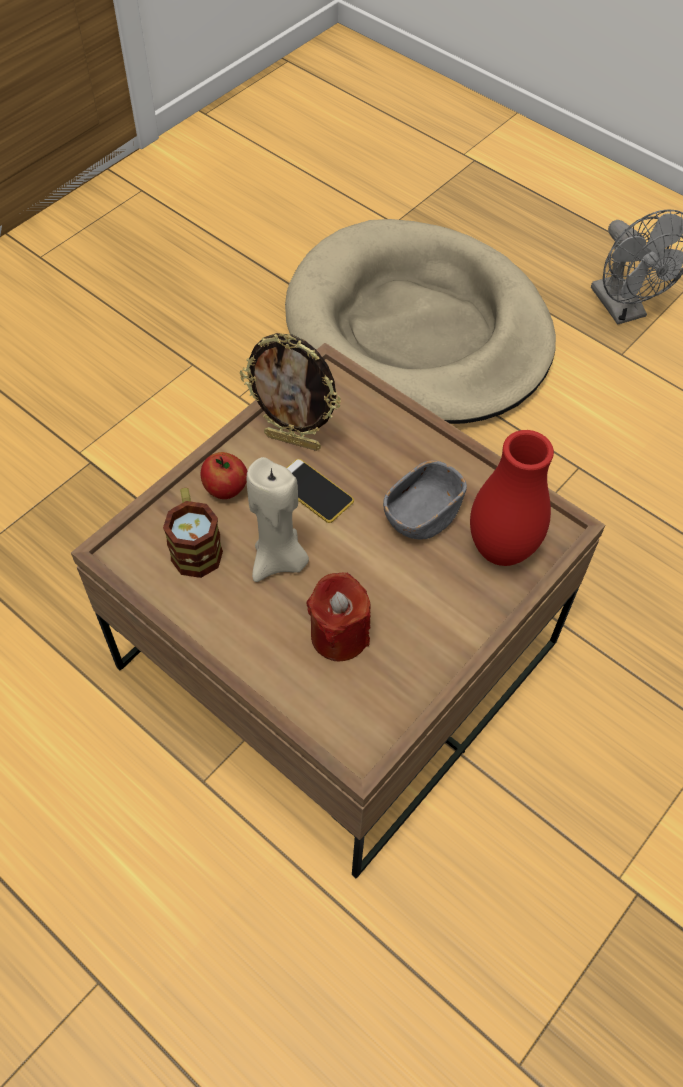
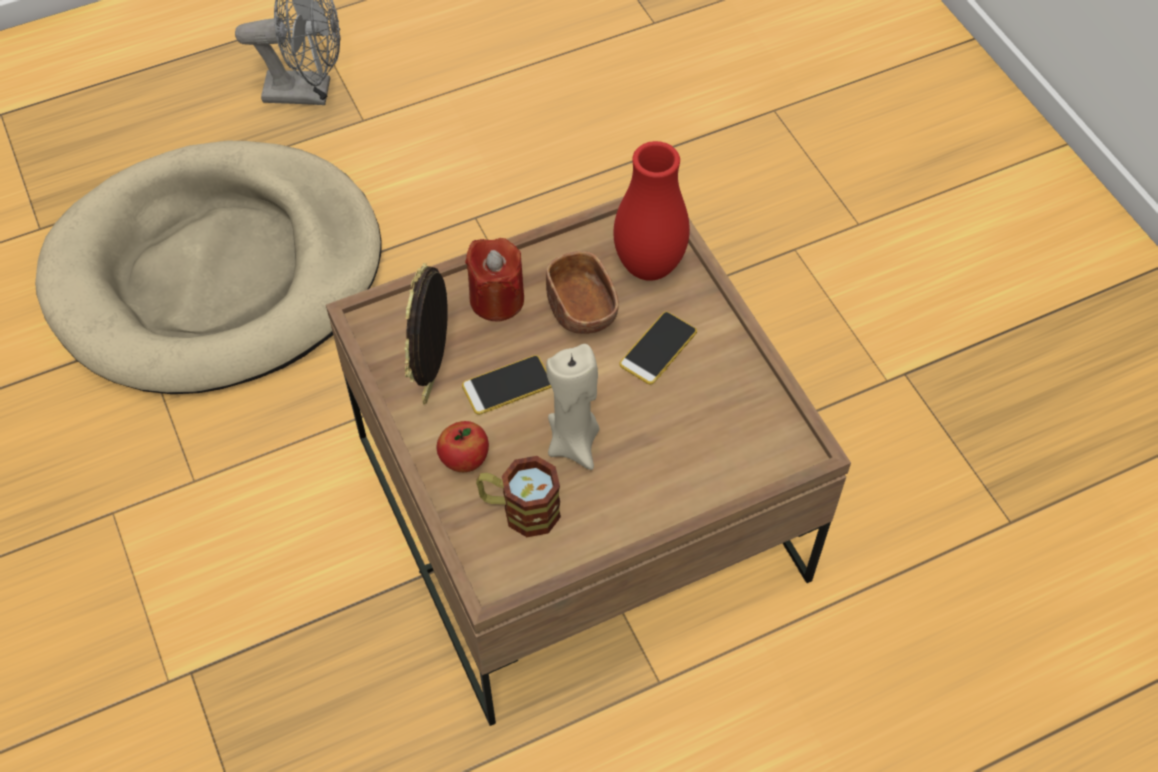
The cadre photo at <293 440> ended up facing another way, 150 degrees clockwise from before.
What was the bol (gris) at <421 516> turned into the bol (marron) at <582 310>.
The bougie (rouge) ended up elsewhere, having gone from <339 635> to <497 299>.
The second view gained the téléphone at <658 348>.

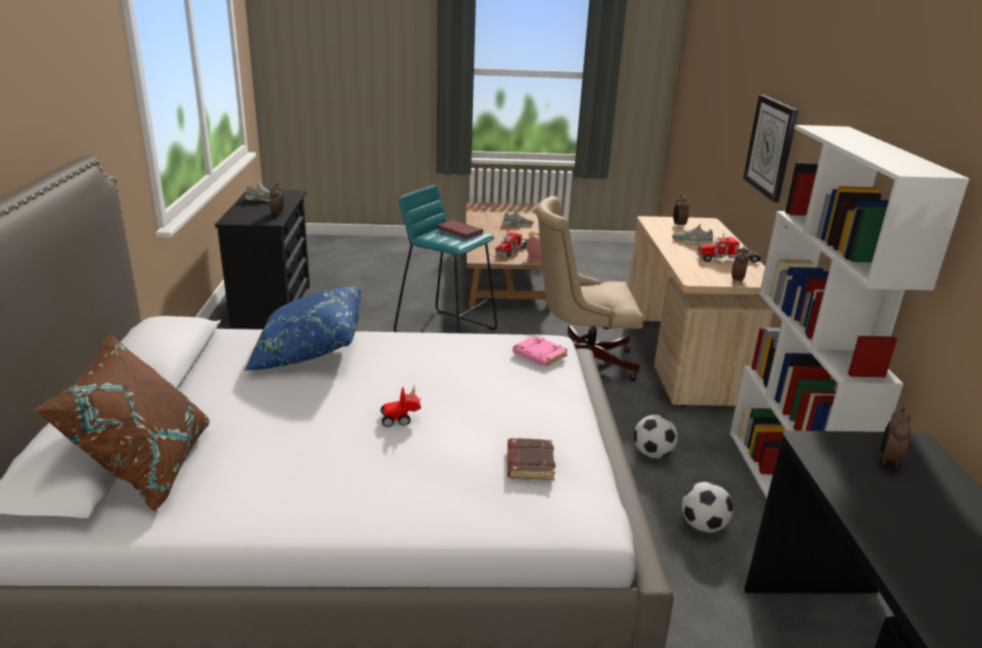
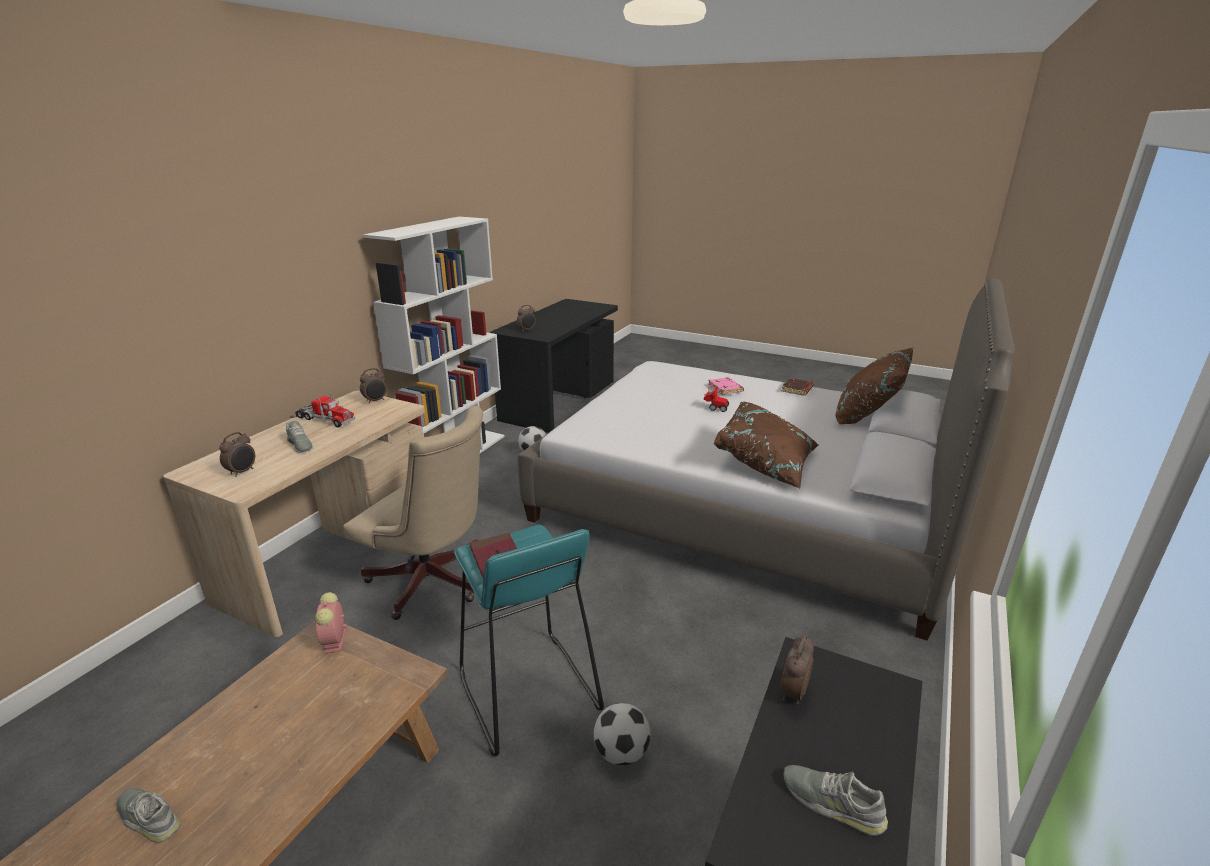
The second view lost the horloge murale at <771 147>.
The second view lost the camion jouet at <513 249>.
What was the coussin (bleu) at <308 351> turned into the coussin (marron) at <766 463>.
The livre (rose) ended up elsewhere, having gone from <538 355> to <726 389>.
The ballon de foot ended up elsewhere, having gone from <652 454> to <621 753>.
The livre (marron) ended up elsewhere, having gone from <529 463> to <797 389>.

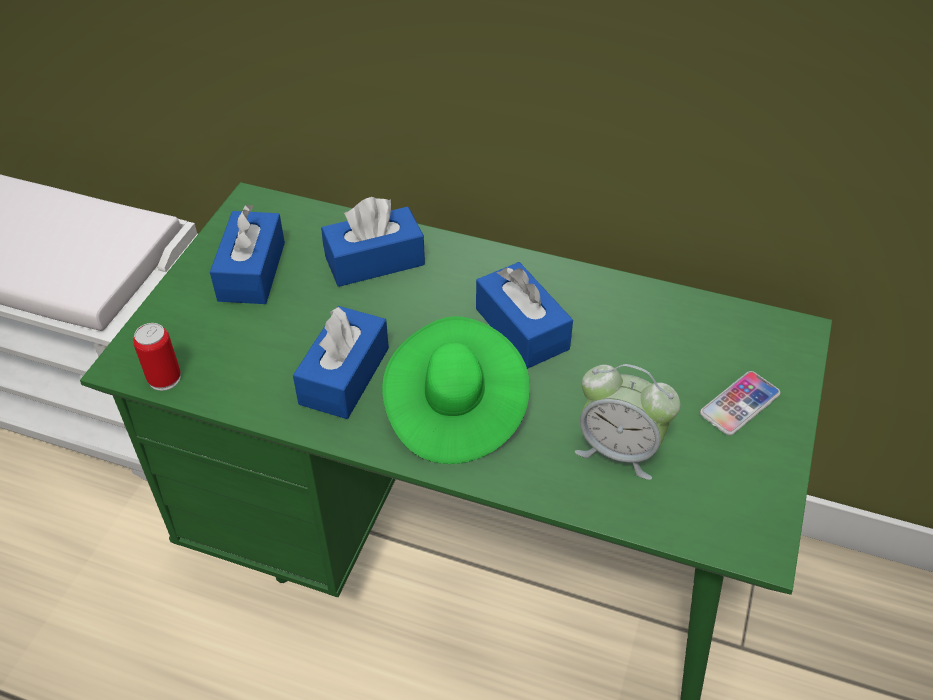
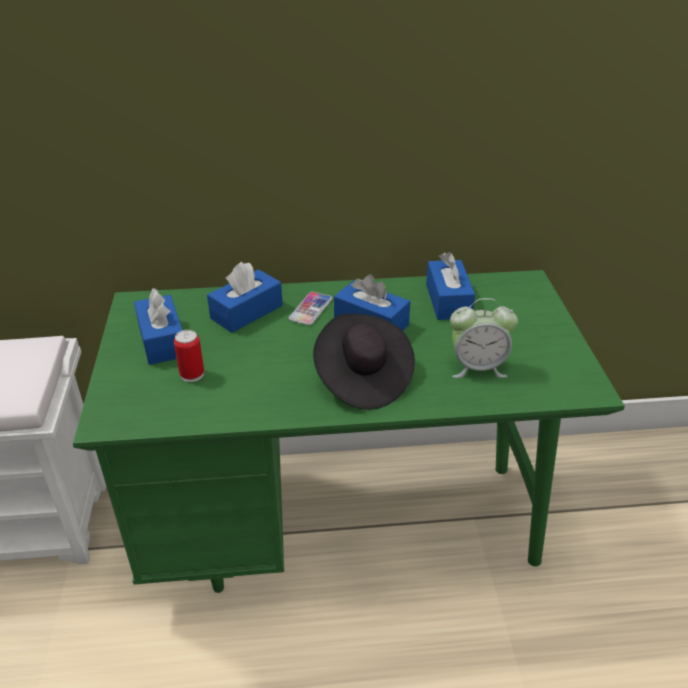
The boîte à mouchoirs (bleu) ended up elsewhere, having gone from <344 376> to <448 301>.
What was the chapeau (vert) at <454 412> turned into the chapeau (noir) at <362 379>.
The boîte métallique ended up elsewhere, having gone from <164 378> to <192 374>.
The téléphone ended up elsewhere, having gone from <739 404> to <310 309>.

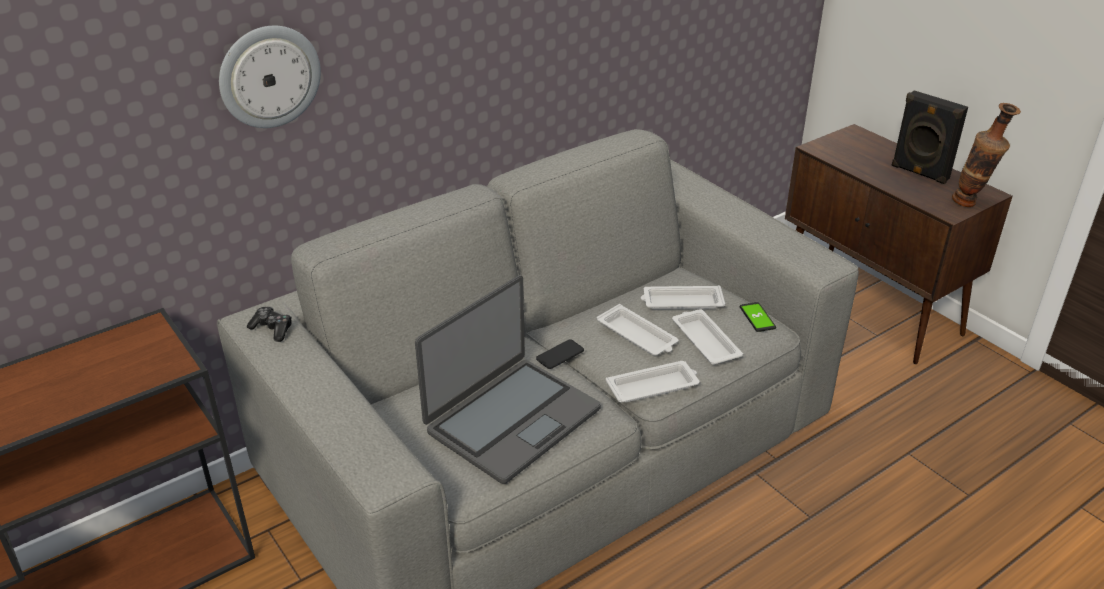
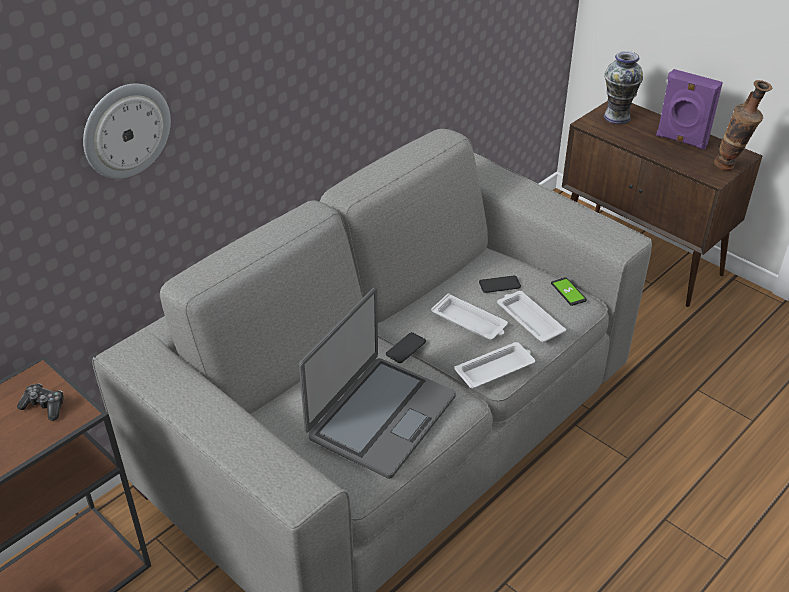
What was the enceinte (noir) at <919 173> turned into the enceinte (violet) at <681 141>.
Where the plateau (blanc) stood at <681 302>, the téléphone came to stand at <499 284>.
The manette ended up elsewhere, having gone from <272 329> to <44 406>.
The second view gained the vase at <617 117>.

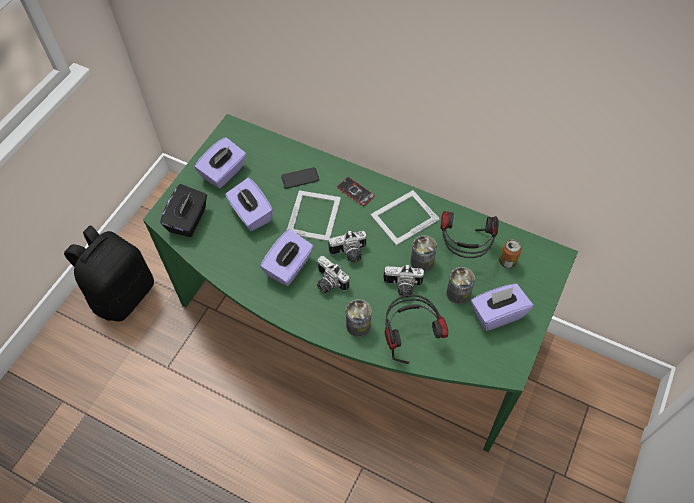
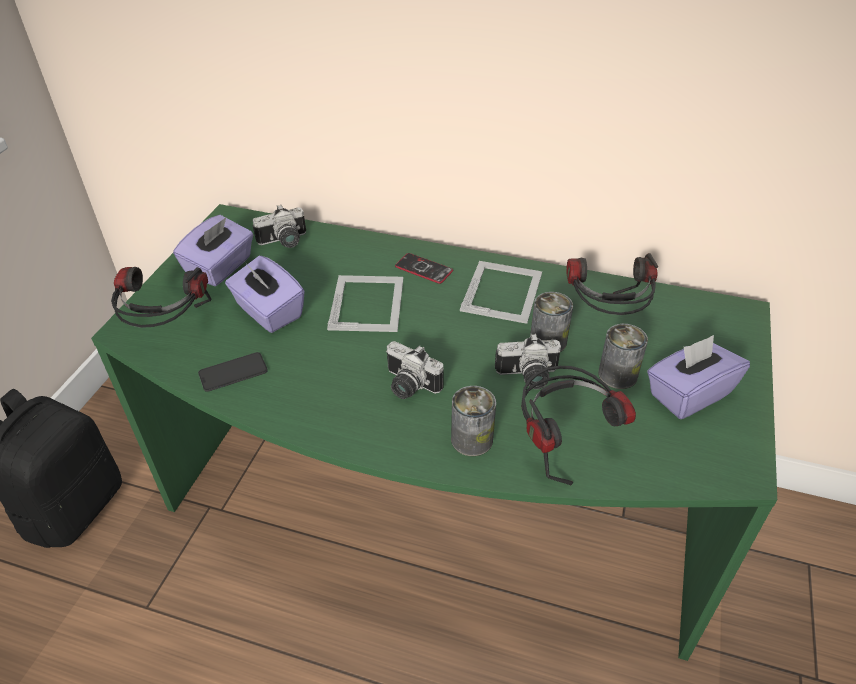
The téléphone ended up elsewhere, having gone from <300 178> to <233 372>.
Where the boîte à mouchoirs (noir) stood at <188 220>, the casque audio came to stand at <167 330>.
The cadre photo at <403 217> ended up facing another way, 150 degrees clockwise from before.
The second view lost the boîte à mouchoirs (violet) at <289 267>.
The appareil photo ended up elsewhere, having gone from <349 254> to <284 242>.
The second view lost the boîte métallique at <507 261>.

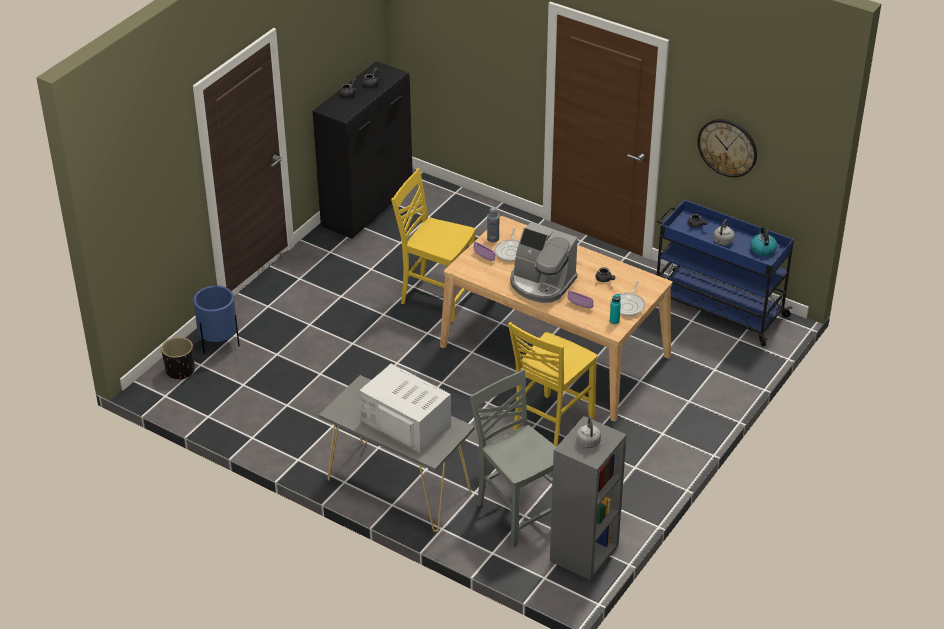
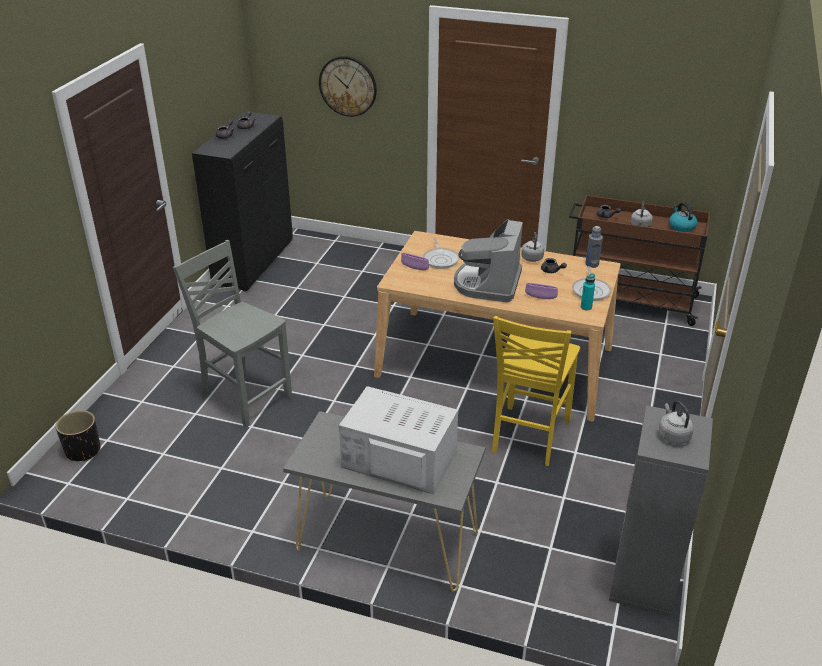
The horloge murale ended up elsewhere, having gone from <727 147> to <348 86>.
The second view lost the chaise (jaune) at <436 297>.
What was the chariot (bleu) at <716 308> turned into the chariot (marron) at <628 300>.
The bouteille (gris) ended up elsewhere, having gone from <493 239> to <592 264>.
The machine à café at <541 283> ended up facing another way, 90 degrees clockwise from before.
The second view lost the cache-pot (bleu) at <219 343>.
The chaise (gris) ended up elsewhere, having gone from <517 512> to <245 396>.
The second view gained the bouilloire (gris) at <532 257>.

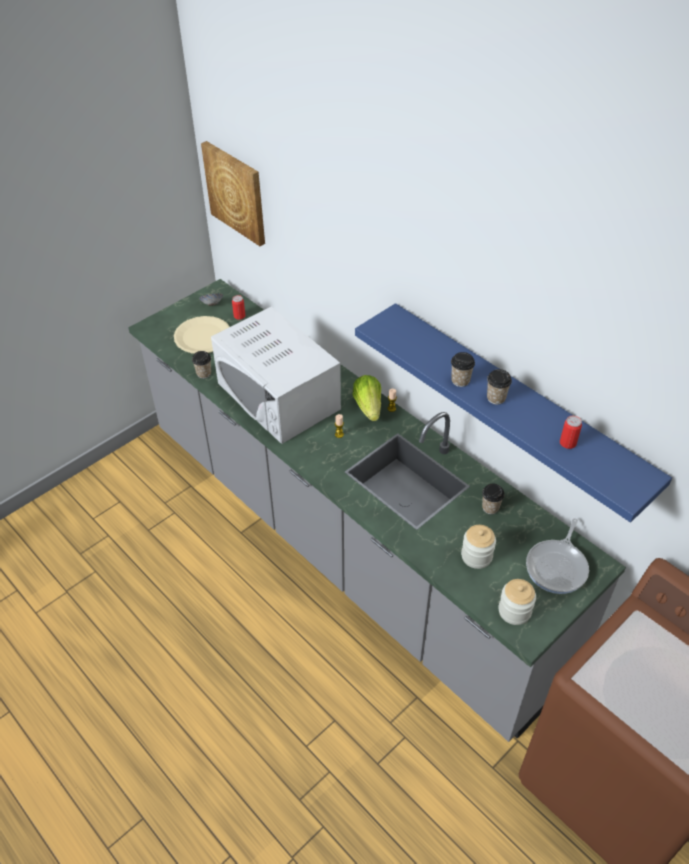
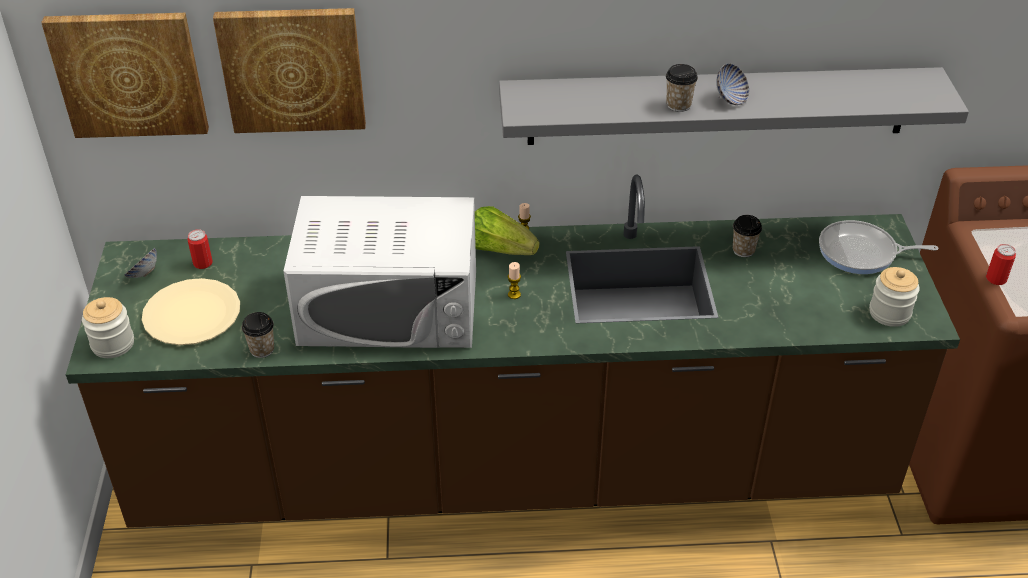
What was the comptoir de cuisine (gris) at <345 544> turned into the comptoir de cuisine (marron) at <514 471>.
What was the étagère (bleu) at <515 402> turned into the étagère (gris) at <718 106>.
Where the tasse stood at <496 398>, the bol came to stand at <730 98>.
The boîte métallique ended up elsewhere, having gone from <568 443> to <996 279>.
The poêle at <557 566> ended up facing another way, 120 degrees clockwise from before.
The bocal ended up elsewhere, having gone from <476 556> to <113 344>.
The second view gained the tableau at <292 69>.

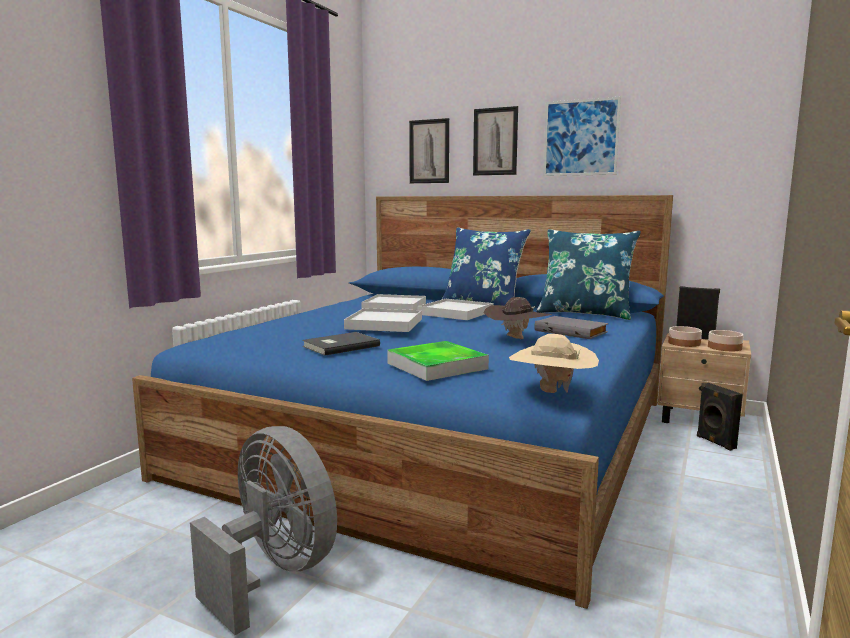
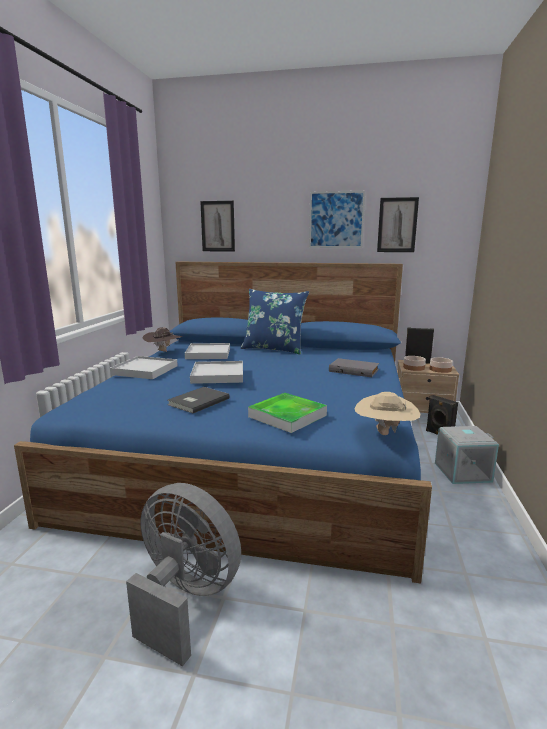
The tableau ended up elsewhere, having gone from <495 141> to <397 225>.
The second view lost the coussin (bleu) at <585 313>.
The chapeau (marron) ended up elsewhere, having gone from <516 340> to <163 352>.
The plateau (blanc) ended up elsewhere, having gone from <455 313> to <145 370>.
The second view gained the boîte de rangement (gris) at <462 471>.

